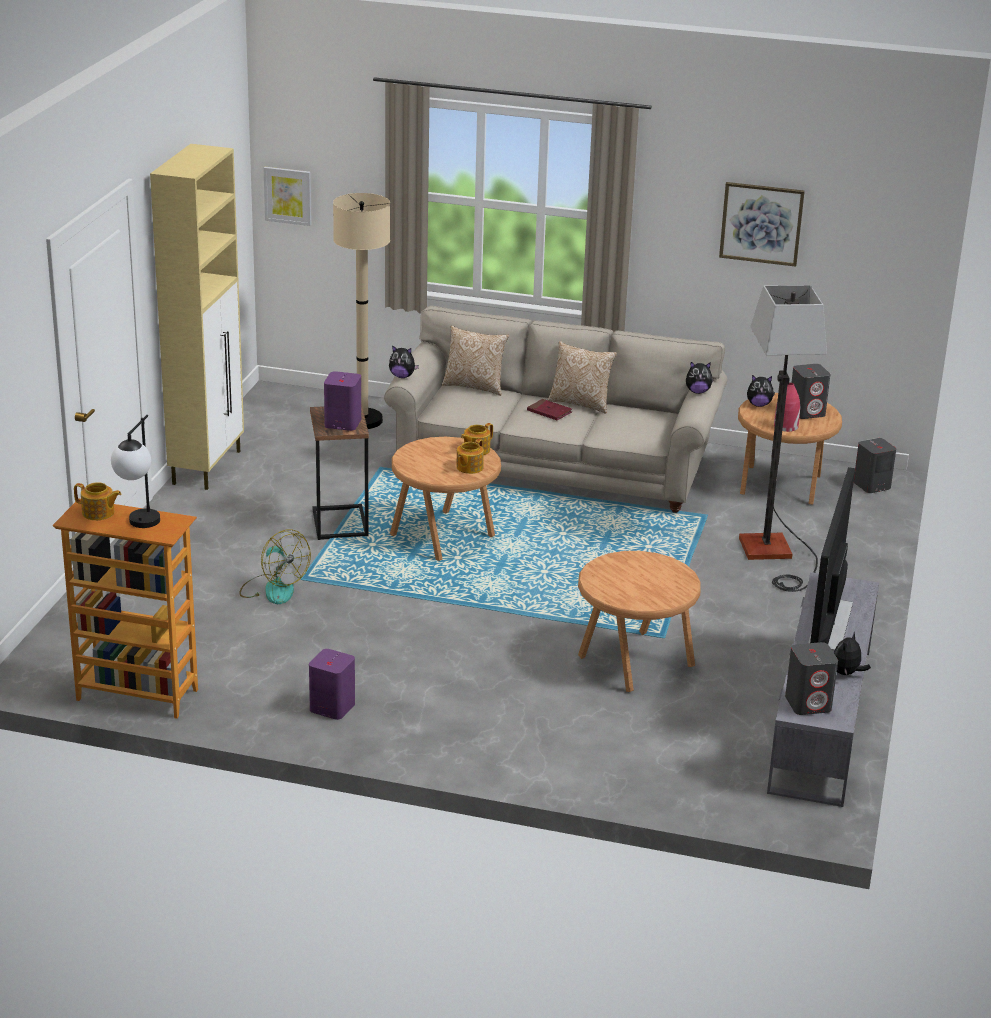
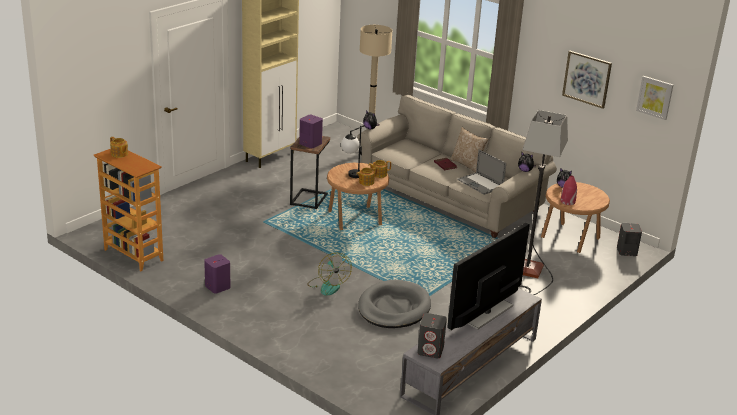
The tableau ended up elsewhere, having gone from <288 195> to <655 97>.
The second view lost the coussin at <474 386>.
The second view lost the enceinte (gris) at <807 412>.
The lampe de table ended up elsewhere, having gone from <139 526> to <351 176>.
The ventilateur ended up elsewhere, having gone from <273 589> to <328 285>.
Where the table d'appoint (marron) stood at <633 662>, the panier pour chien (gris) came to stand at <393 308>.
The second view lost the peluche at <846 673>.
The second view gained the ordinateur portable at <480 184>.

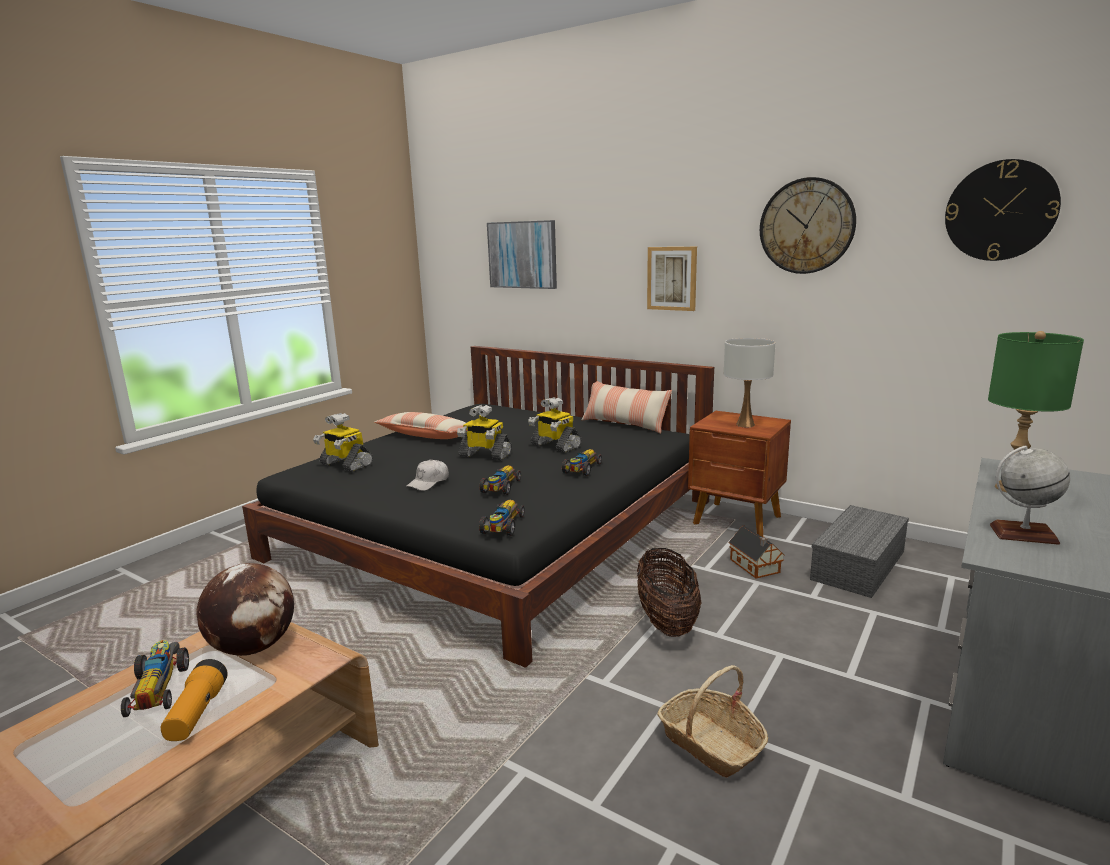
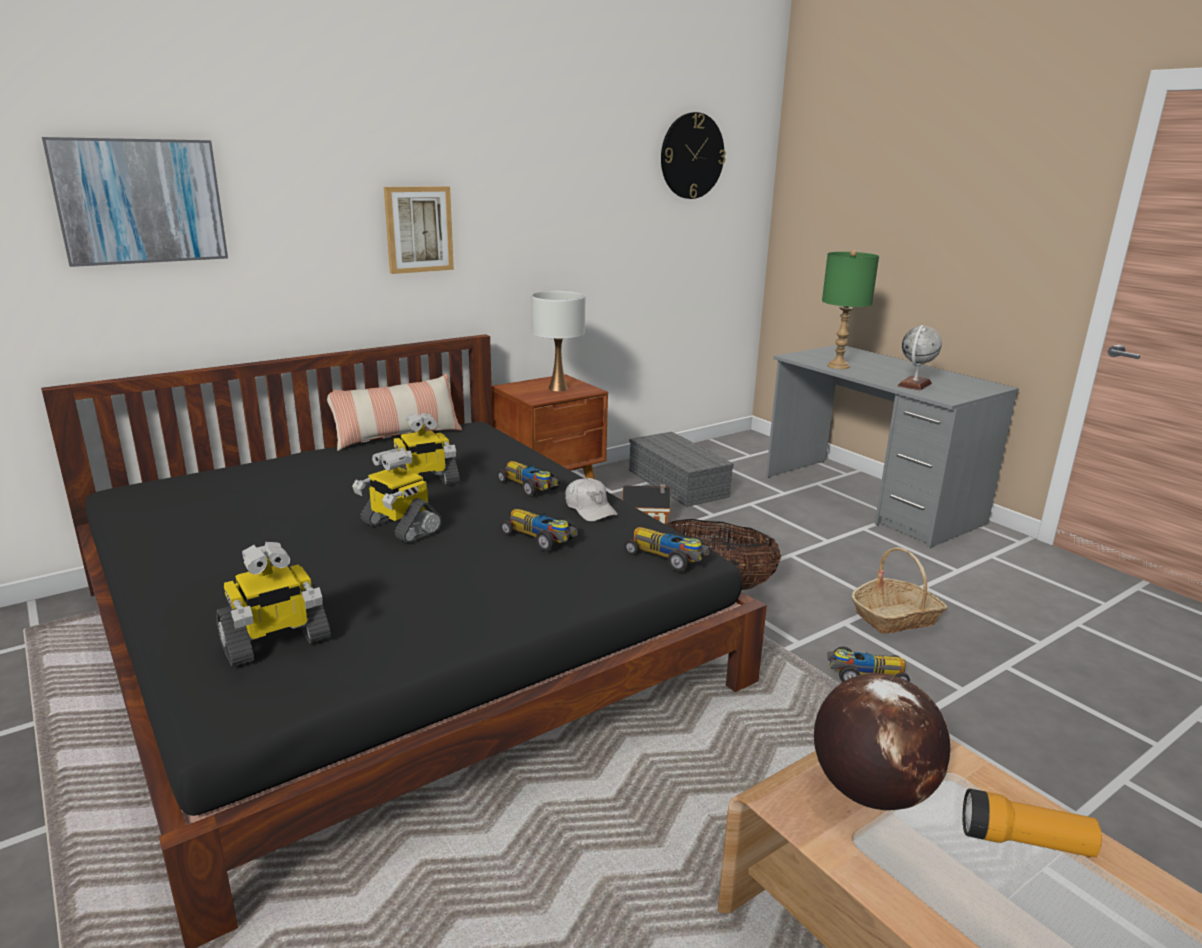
The second view lost the horloge murale at <806 226>.
The robot jouet at <484 455> ended up facing another way, 90 degrees clockwise from before.
The second view lost the coussin at <427 436>.
The casquette (blanc) ended up elsewhere, having gone from <428 482> to <590 509>.
The petite voiture ended up elsewhere, having gone from <158 686> to <864 674>.

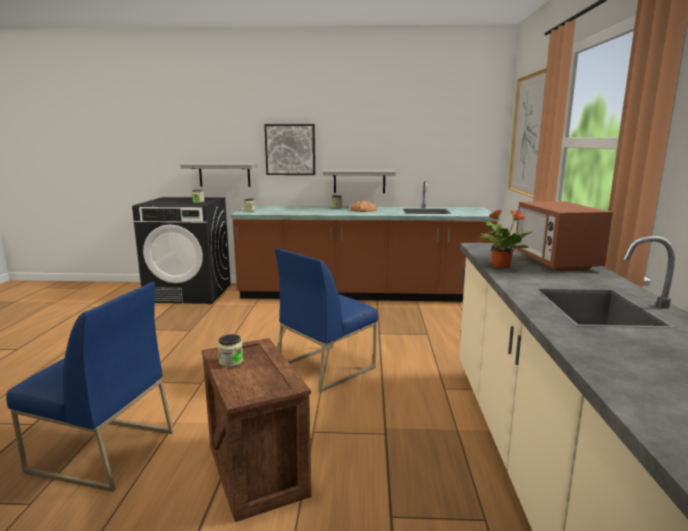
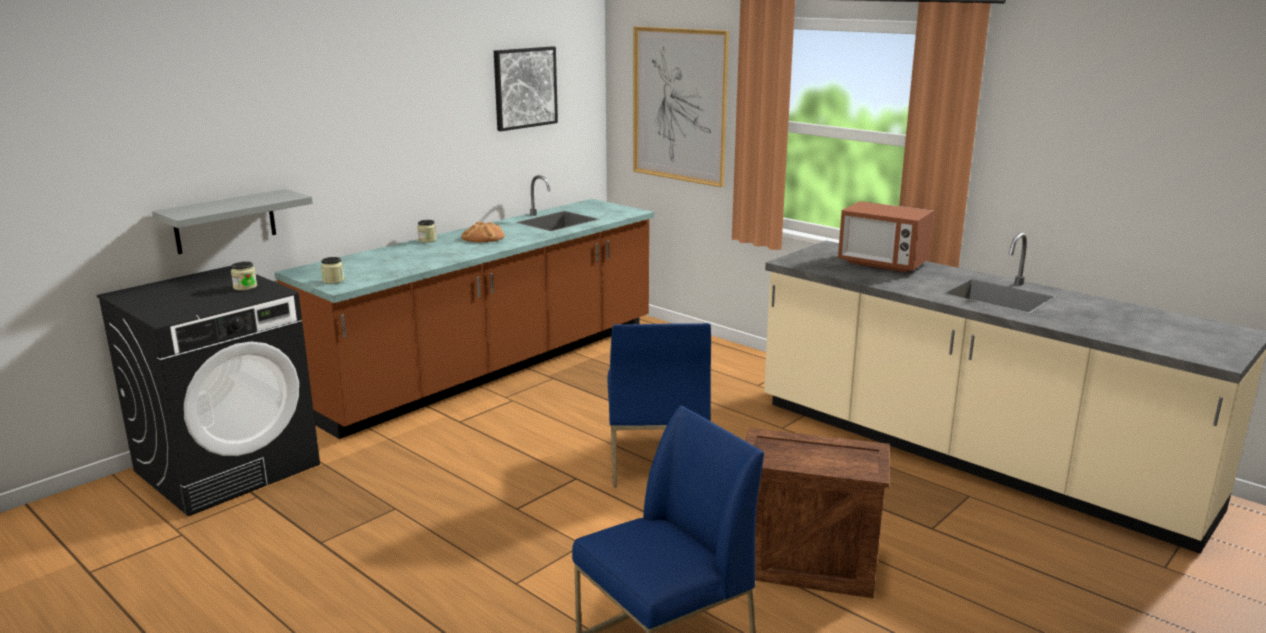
The tableau ended up elsewhere, having gone from <290 149> to <525 88>.
The second view lost the étagère (gris) at <359 181>.
The second view lost the plante en pot at <500 266>.
The second view lost the bocal at <231 361>.

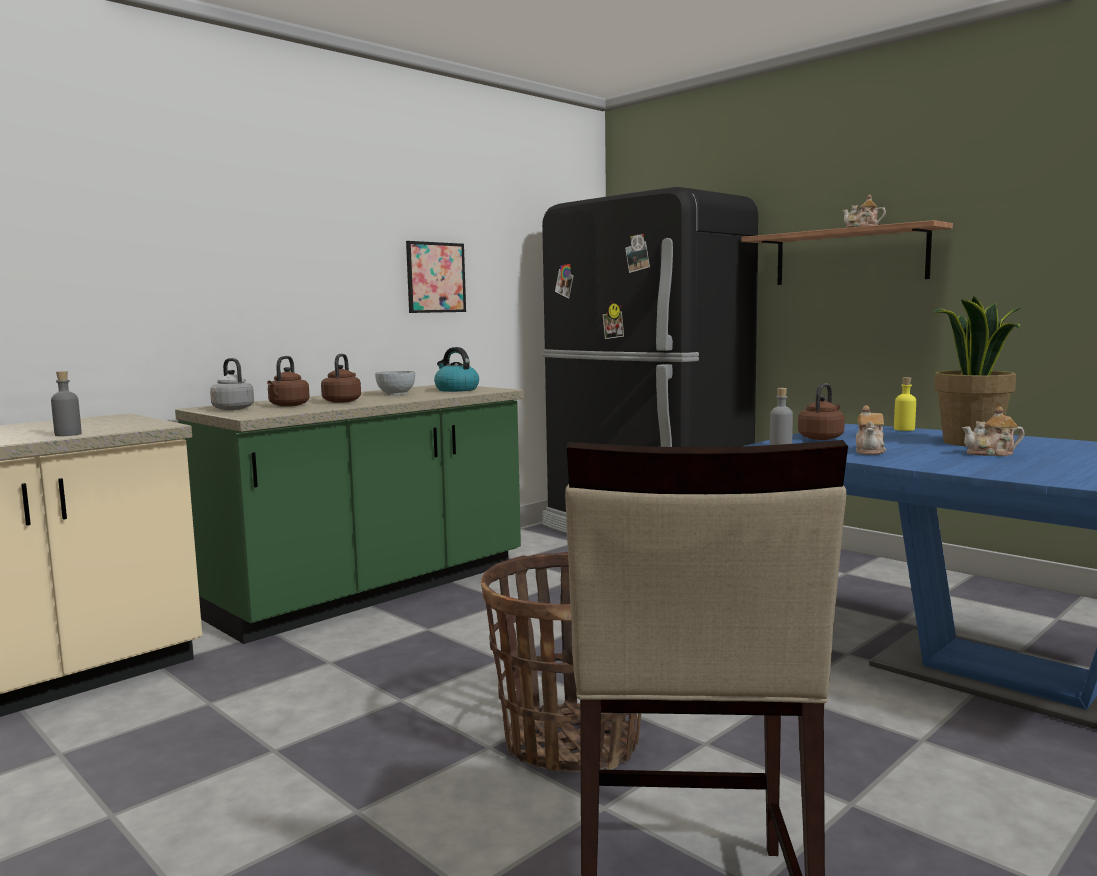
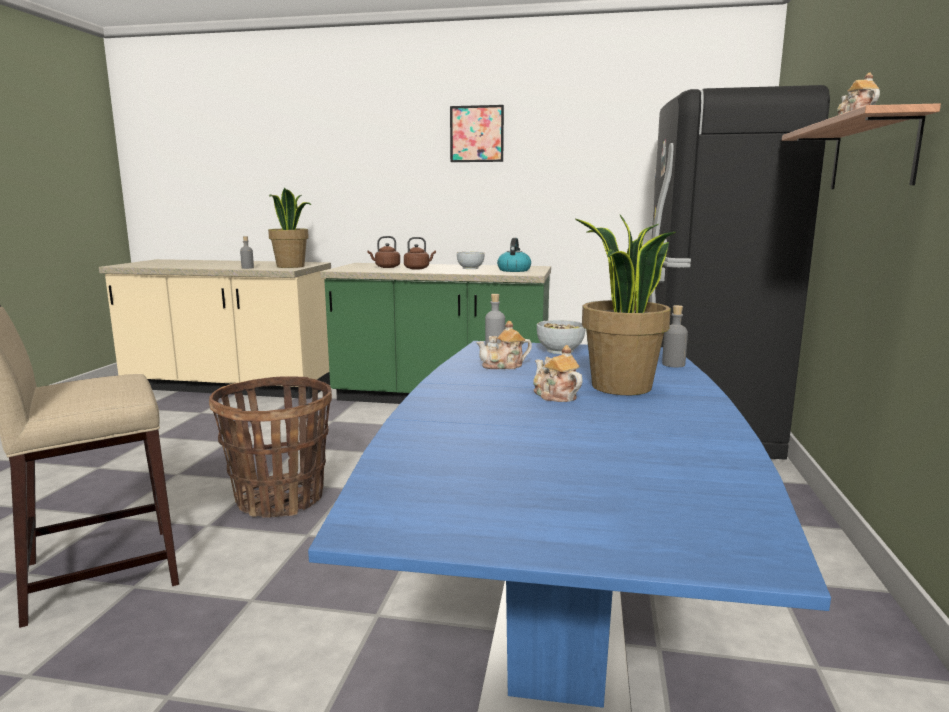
The tableau ended up elsewhere, having gone from <436 277> to <476 134>.
The second view lost the bouilloire (gris) at <232 409>.
What was the bouteille (jaune) at <904 429> turned into the bouteille (gris) at <673 364>.
Where the bouilloire (marron) stood at <821 438>, the bol came to stand at <560 351>.
The second view gained the plante en pot at <291 266>.

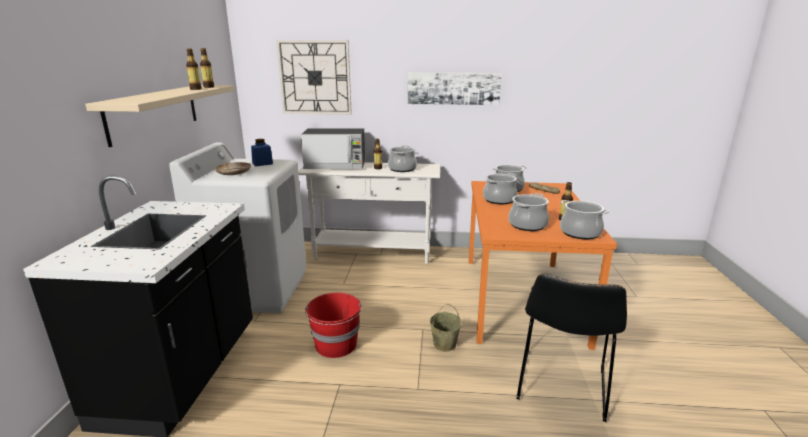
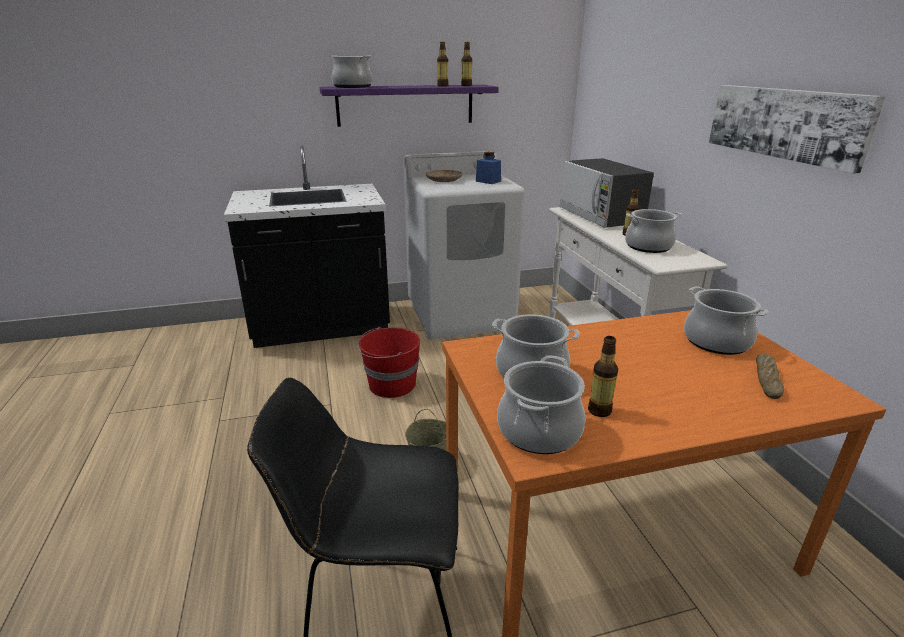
The second view lost the horloge murale at <315 77>.
What was the étagère (beige) at <154 112> turned into the étagère (violet) at <405 105>.
The marmite ended up elsewhere, having gone from <499 200> to <352 87>.

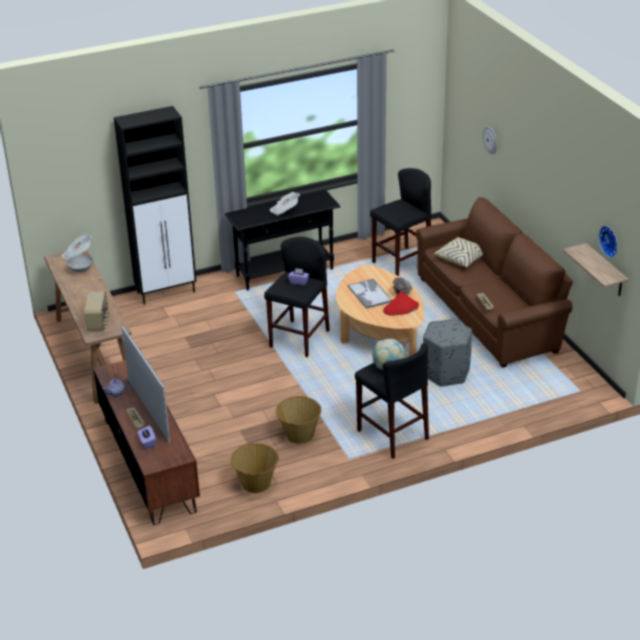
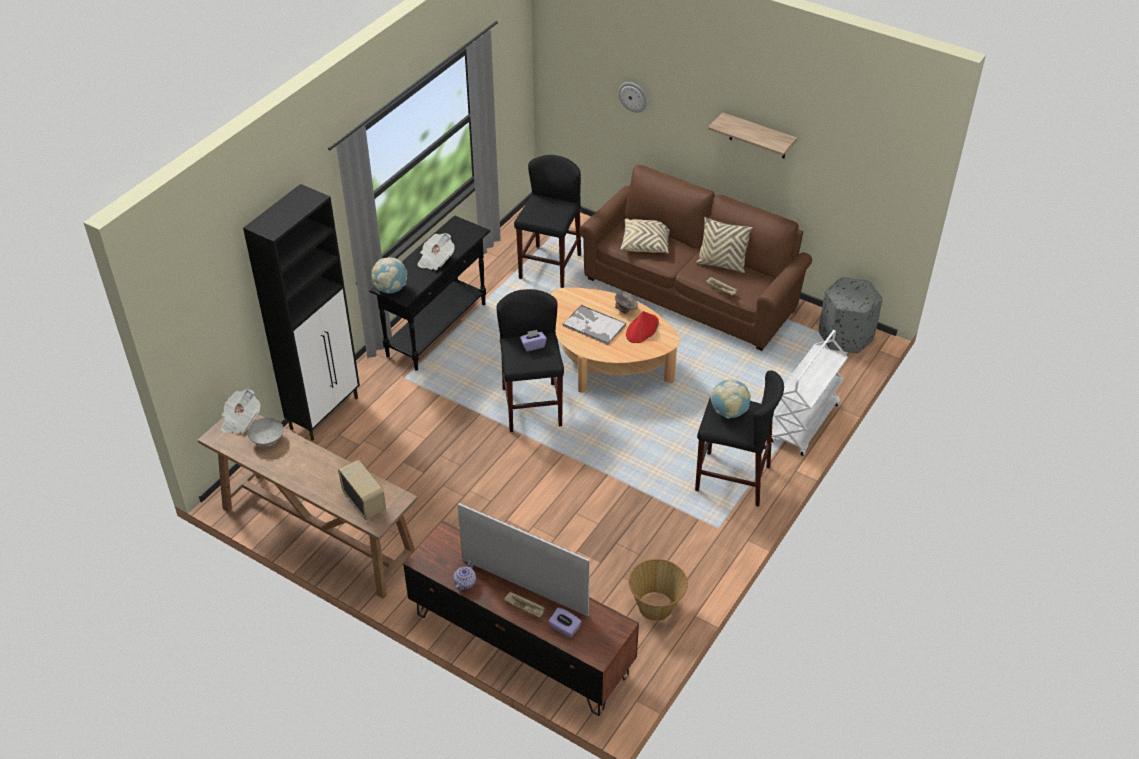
The second view lost the horloge murale at <610 240>.
The étagère ended up elsewhere, having gone from <605 271> to <758 136>.
The pouf (gris) ended up elsewhere, having gone from <446 373> to <846 336>.
The second view lost the panier at <299 435>.
The second view gained the coussin (beige) at <721 264>.
The second view gained the globe at <390 289>.
The second view gained the chariot (blanc) at <805 424>.

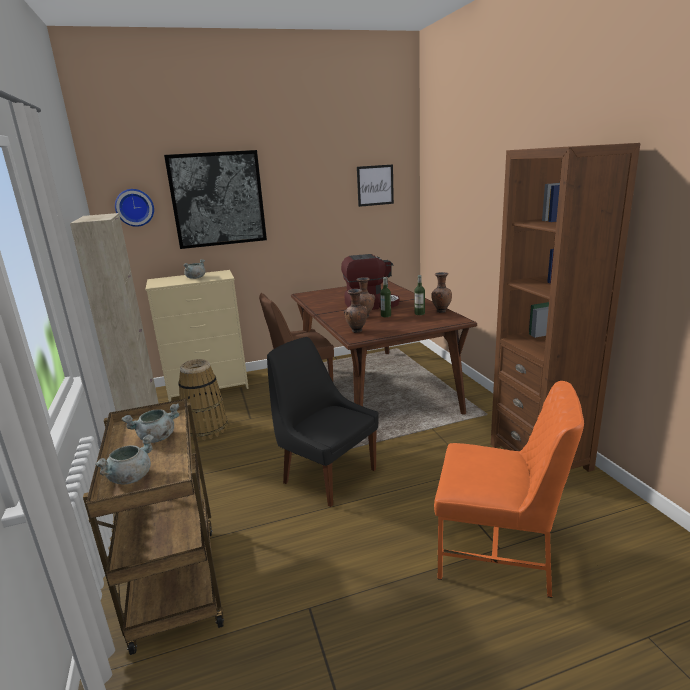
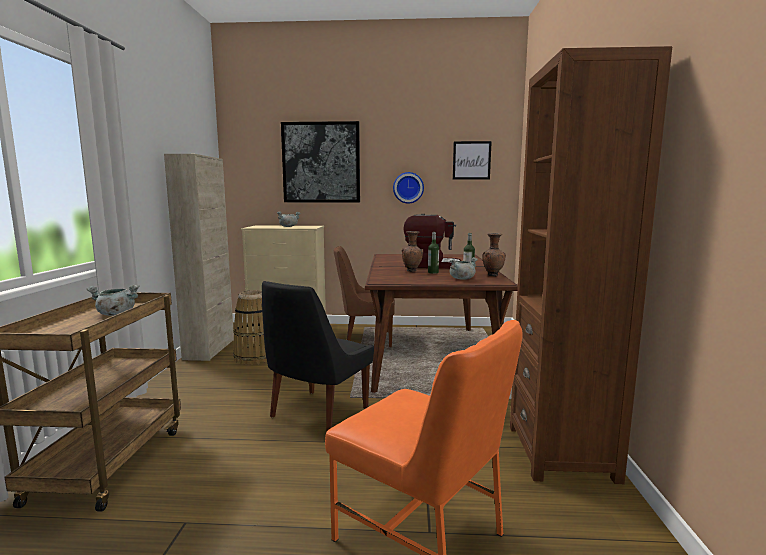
The horloge murale ended up elsewhere, having gone from <134 207> to <408 187>.
The second view lost the vase (marron) at <356 331>.
The chaise (noir) at <327 475> ended up facing another way, 120 degrees counterclockwise from before.
The marmite (gris) ended up elsewhere, having gone from <130 477> to <462 279>.

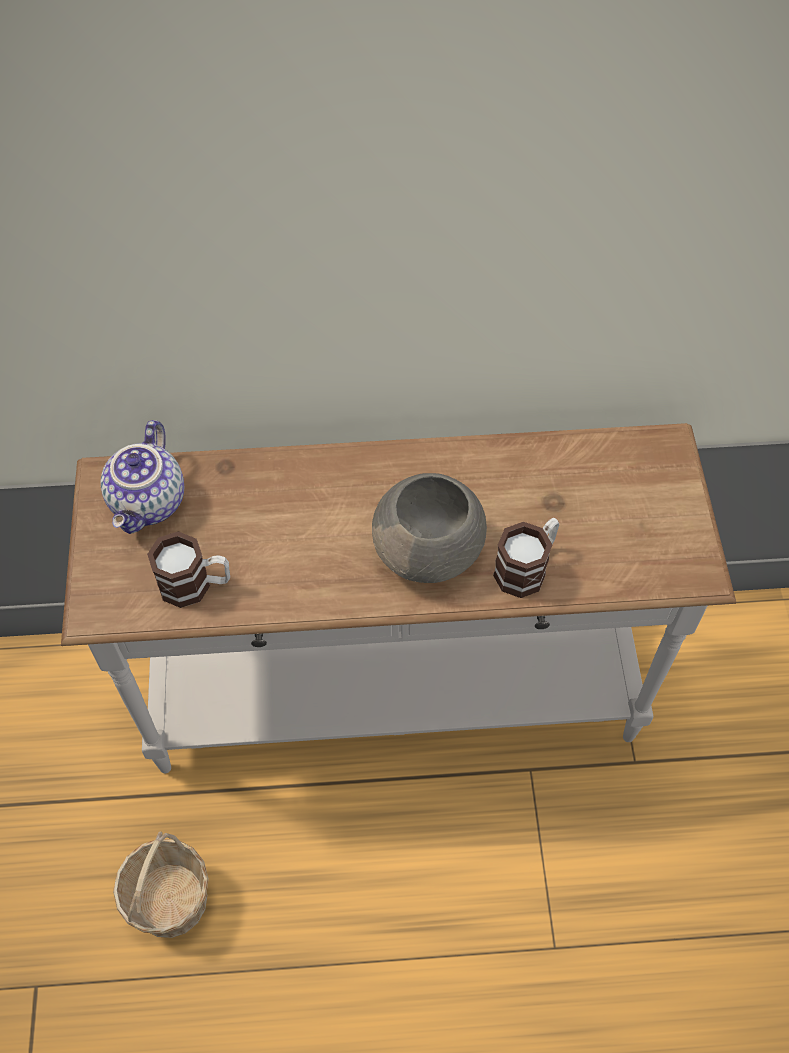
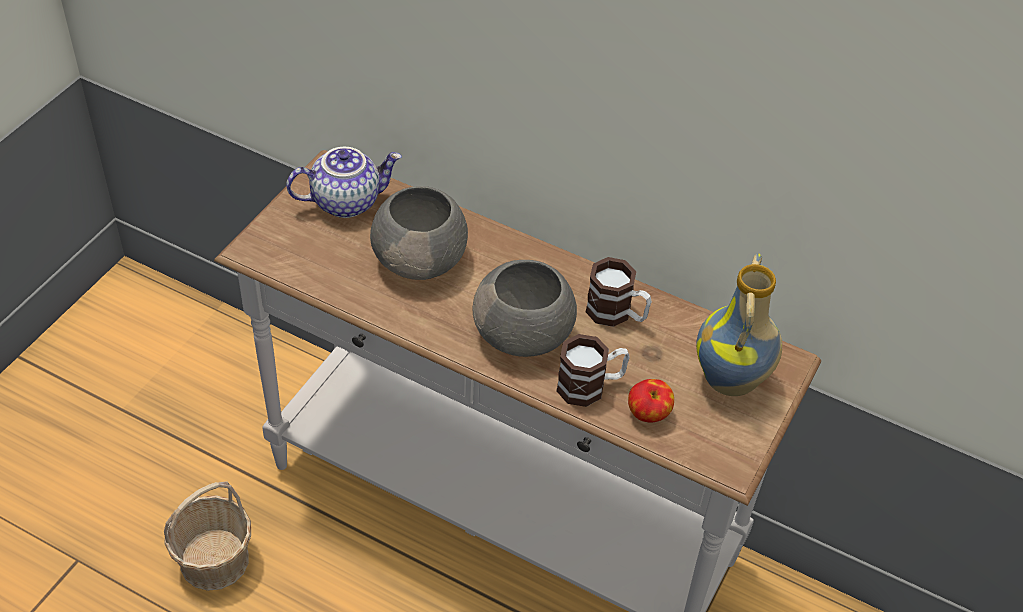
The théière at <150 503> ended up facing another way, 150 degrees counterclockwise from before.
The mug ended up elsewhere, having gone from <196 584> to <617 314>.
The second view gained the bol (gris) at <421 259>.
The second view gained the vase at <732 381>.
The second view gained the pomme at <648 414>.

